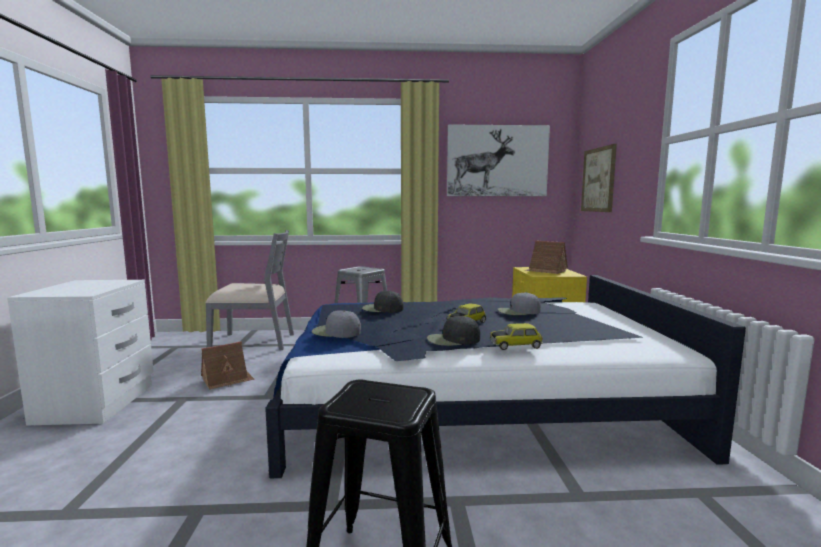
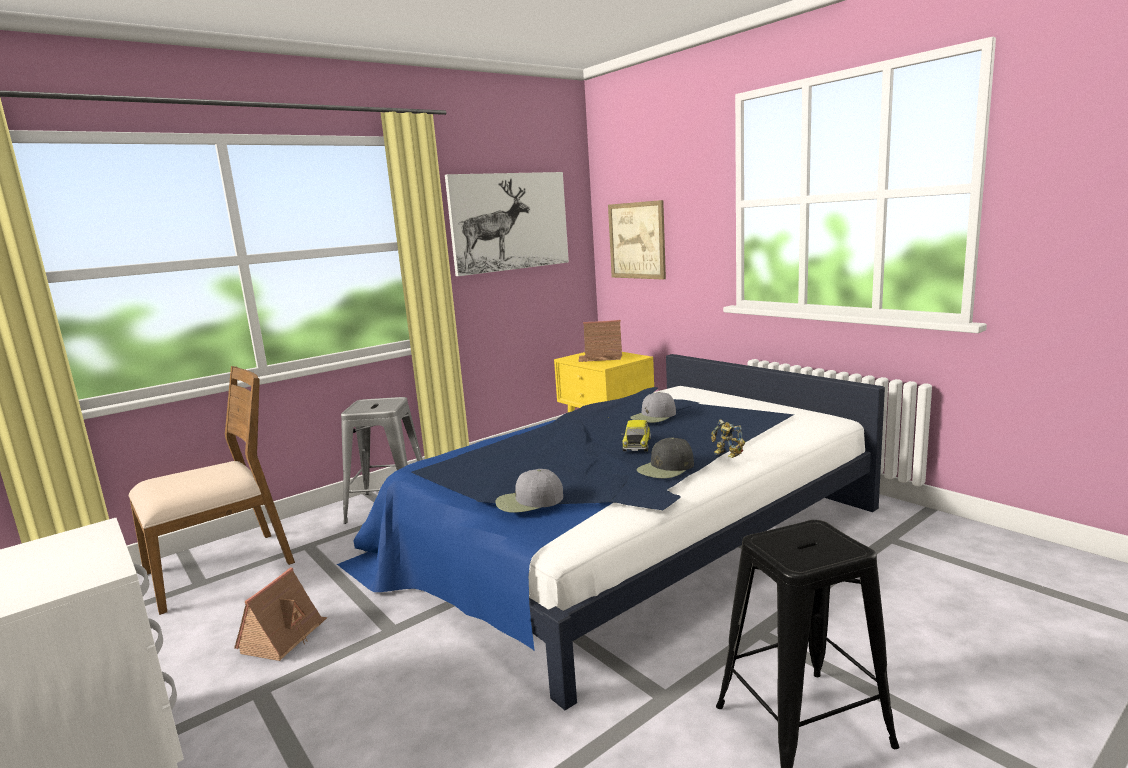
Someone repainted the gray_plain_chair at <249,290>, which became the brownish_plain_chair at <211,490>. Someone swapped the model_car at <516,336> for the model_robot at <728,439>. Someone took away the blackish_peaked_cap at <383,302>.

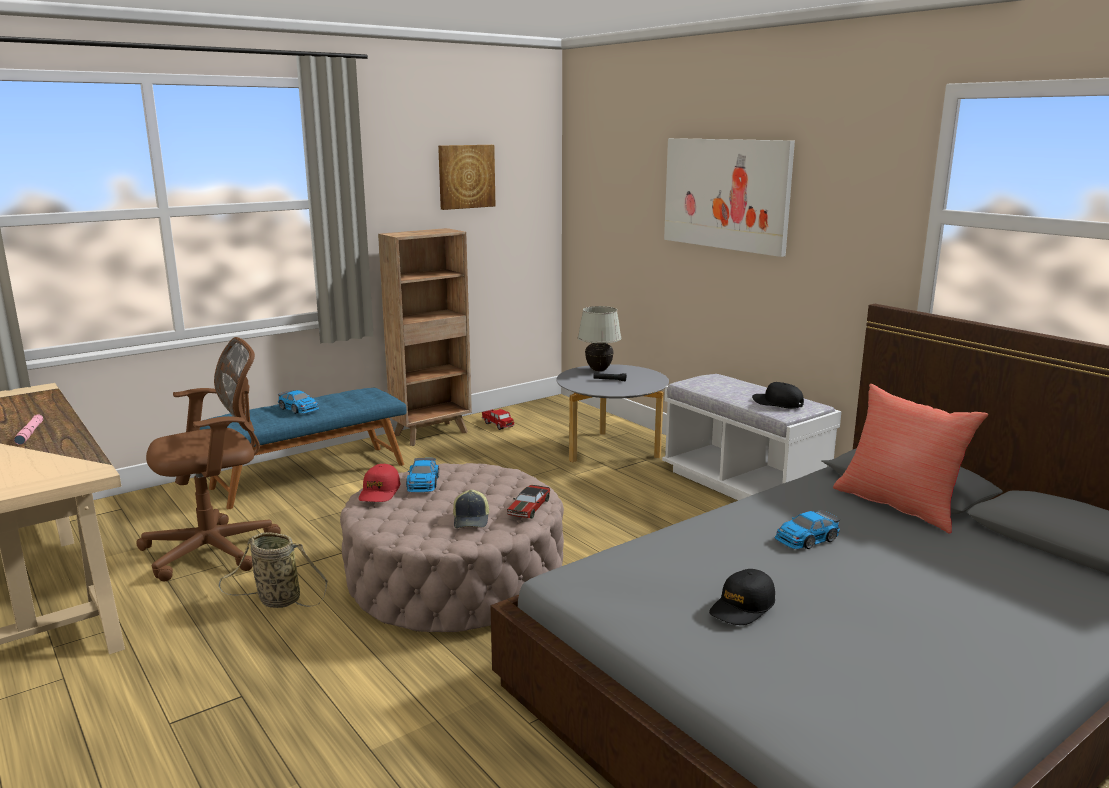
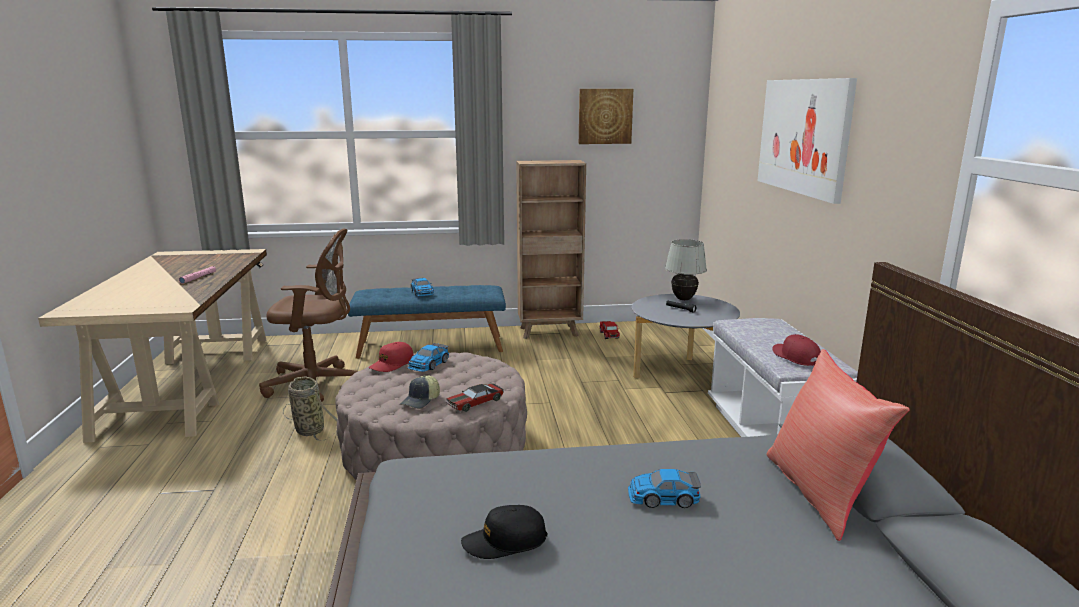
Someone repainted the blackish_peaked_cap at <778,395>, which became the reddish_peaked_cap at <797,350>.

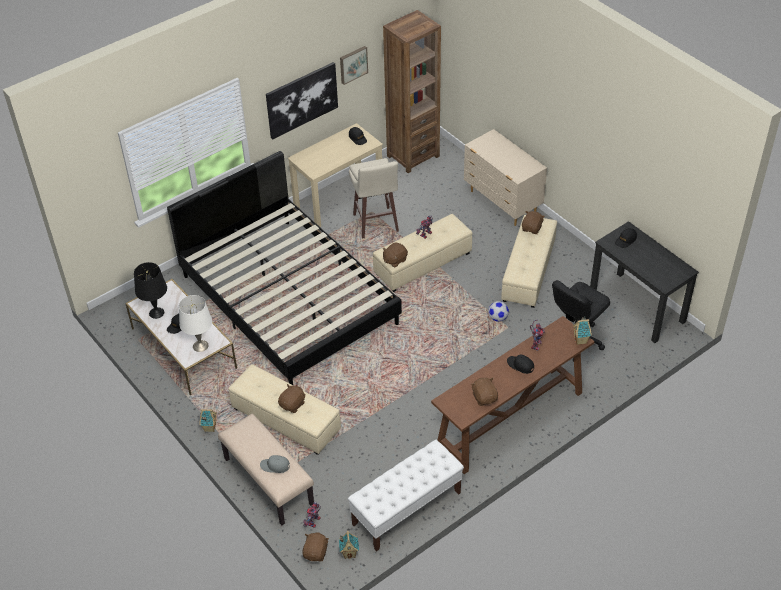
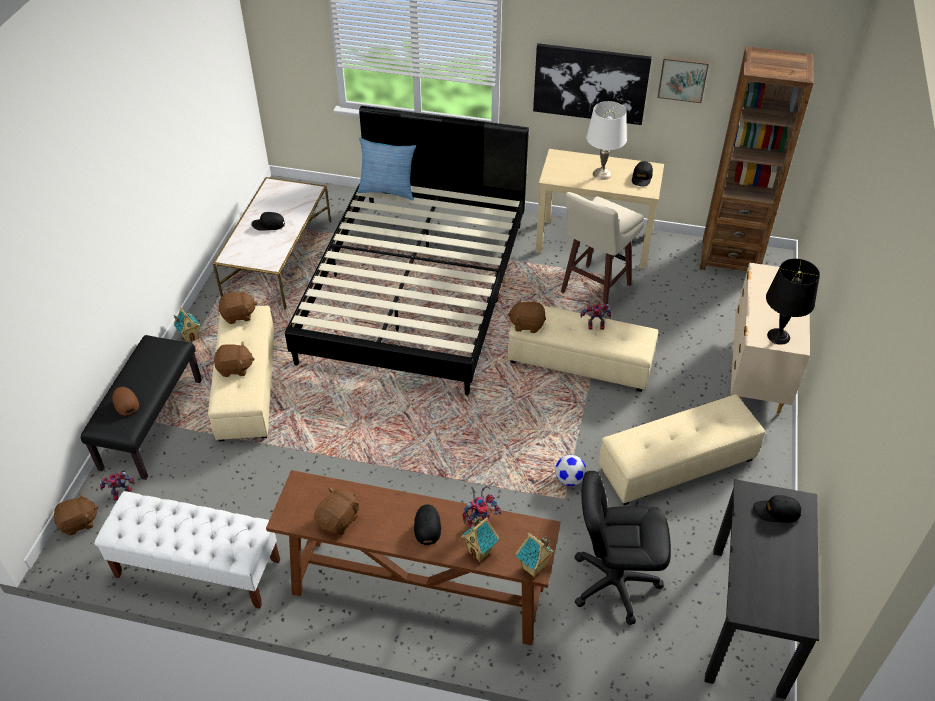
Someone repainted the beige_bench at <266,469>, which became the blackish_bench at <141,407>. Someone repainted the gray_peaked_cap at <275,464>, which became the brownish_peaked_cap at <125,401>. Someone carried the brownish_plush_toy from <533,222> to <238,306>. Someone put down the cushion at <386,169>. Someone carried the model_house from <349,545> to <480,538>. Someone carried the white-coloured_lamp_for_a_table from <195,323> to <606,140>. Someone carried the blackish_lamp_for_a_table from <150,290> to <793,302>.

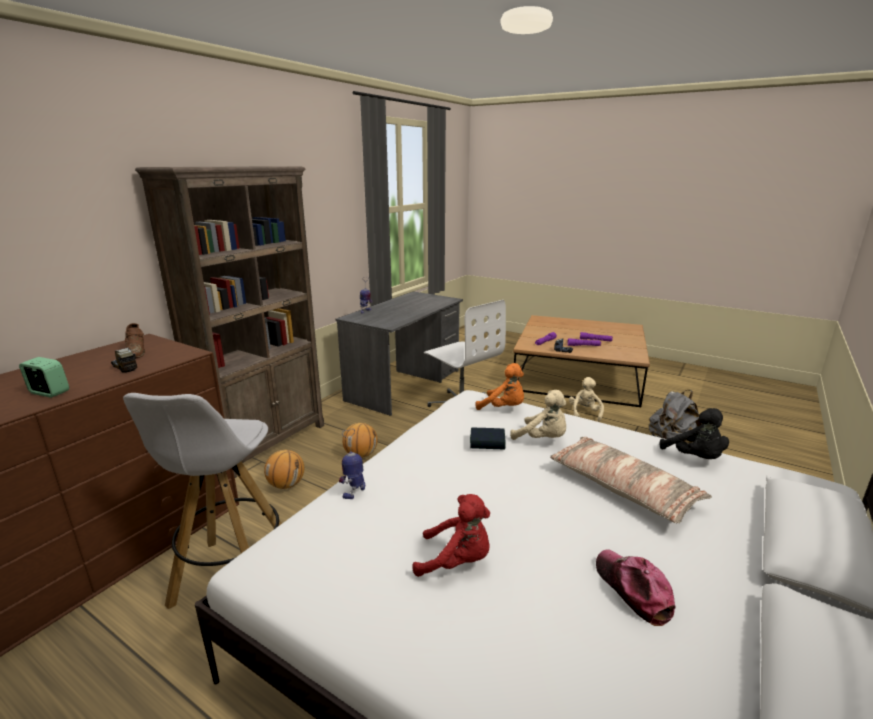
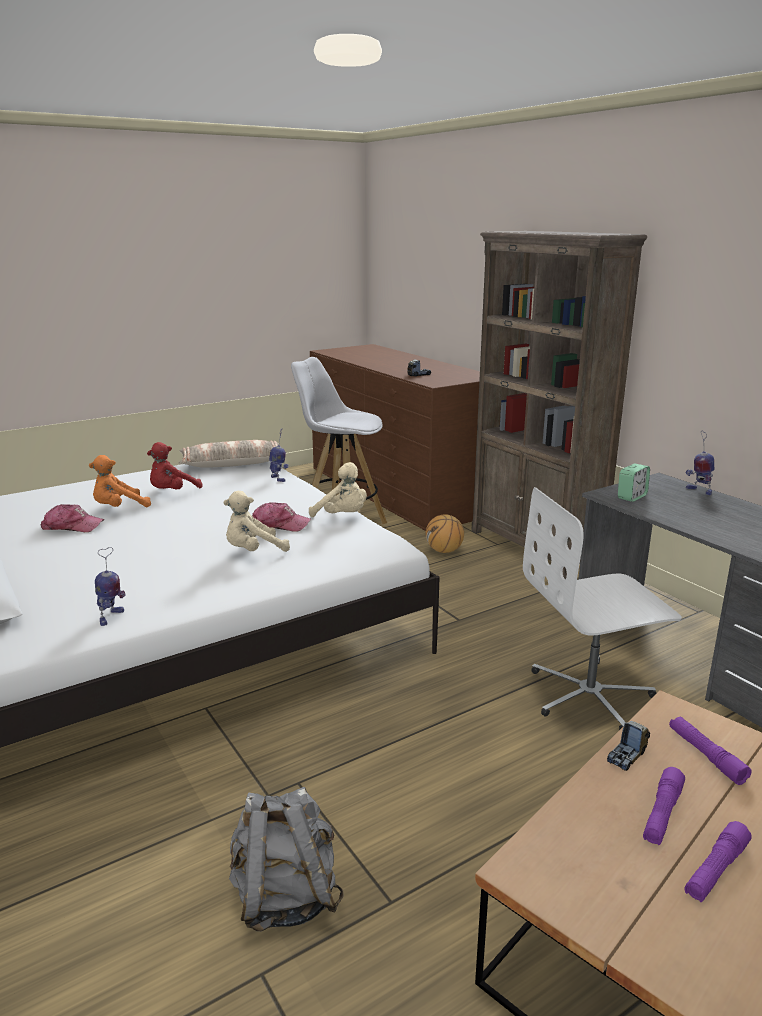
Someone carried the orange_plush_toy from <499,386> to <120,481>. Someone swapped the blackish_plush_toy at <694,433> for the model_robot at <110,586>. Someone carried the cushion from <631,480> to <229,454>. Someone swapped the bound_book at <488,439> for the peaked_cap at <281,517>. Someone carried the beige_plush_toy from <586,399> to <338,489>. Someone carried the alarm_clock from <44,377> to <634,483>. Someone took away the brownish_low_shoe at <135,340>. Someone took away the basketball at <360,440>.

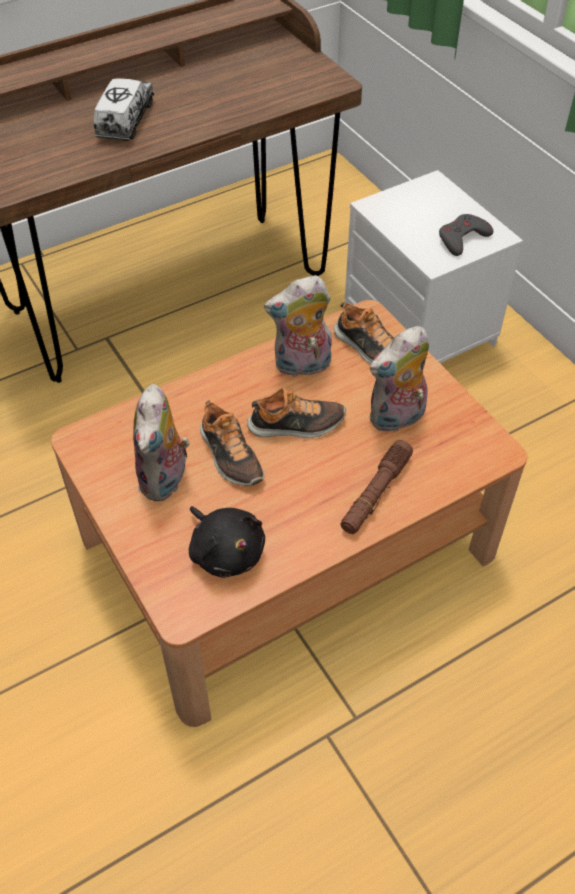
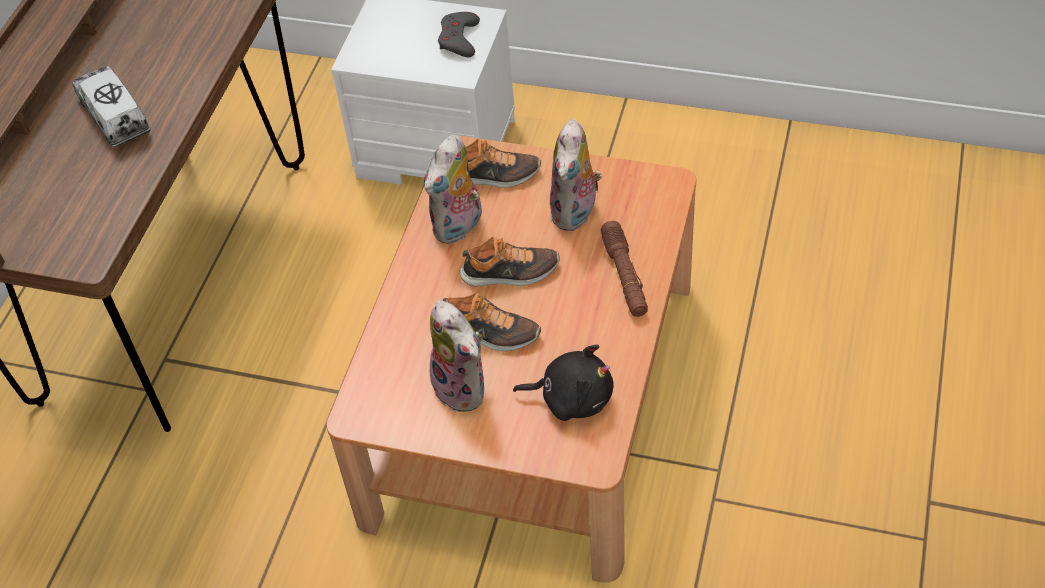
Someone rotated the low_shoe at <296,413> by 45 degrees clockwise.

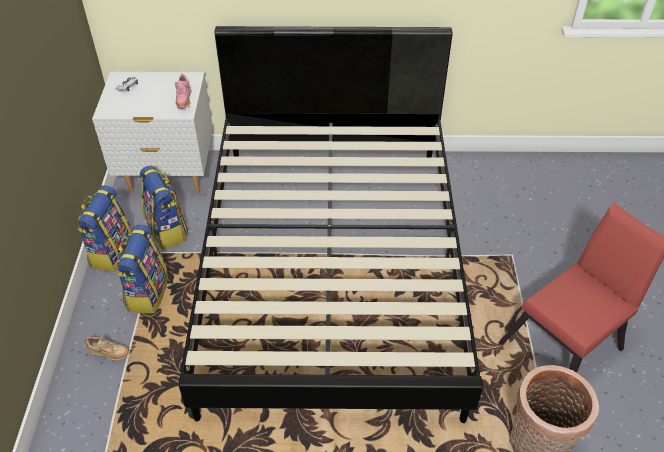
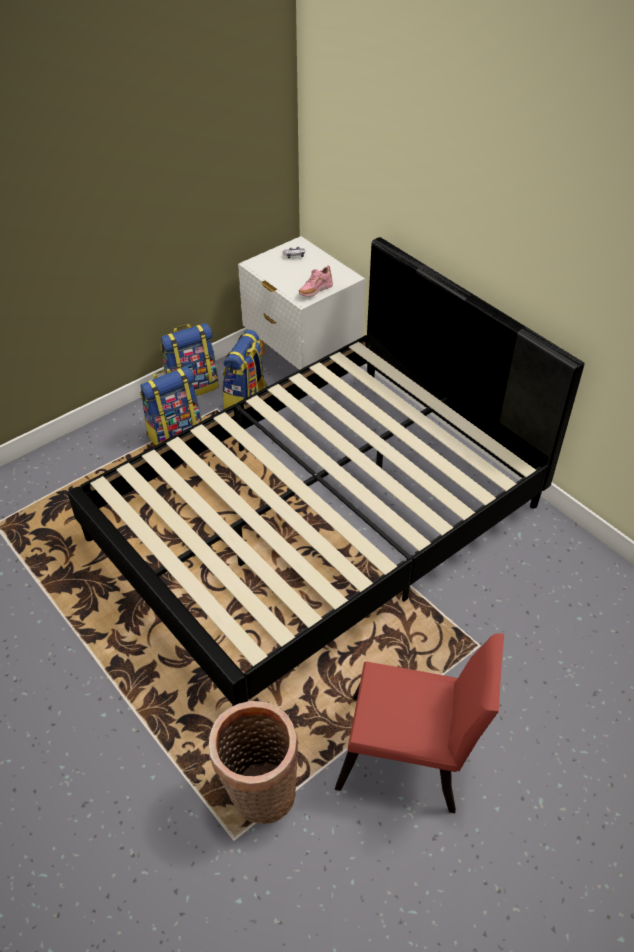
Someone took away the beige_low_shoe at <107,348>.

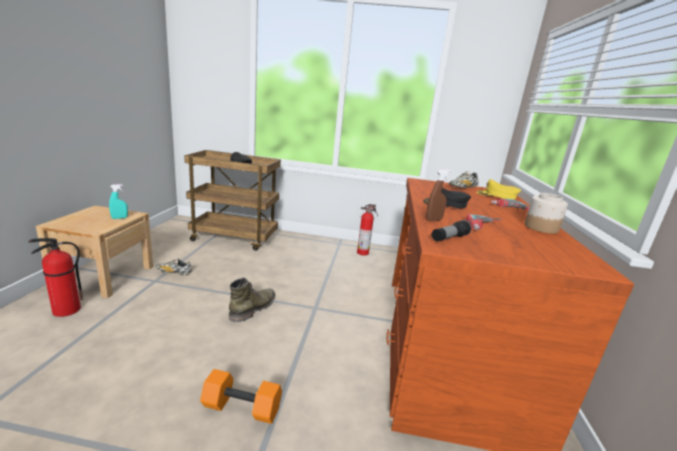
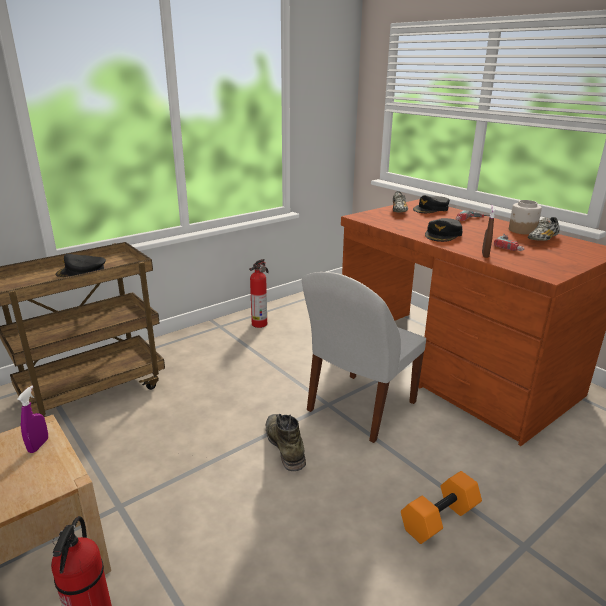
Someone repainted the turquoise_hand_sprayer at <118,201>, which became the purple_hand_sprayer at <32,419>. Someone put down the white-coloured_plain_chair at <364,357>. Someone repainted the yellow_peaked_cap at <499,189>, which became the blackish_peaked_cap at <431,204>. Someone carried the low_shoe from <174,267> to <544,229>. Someone took away the flashlight at <451,230>.

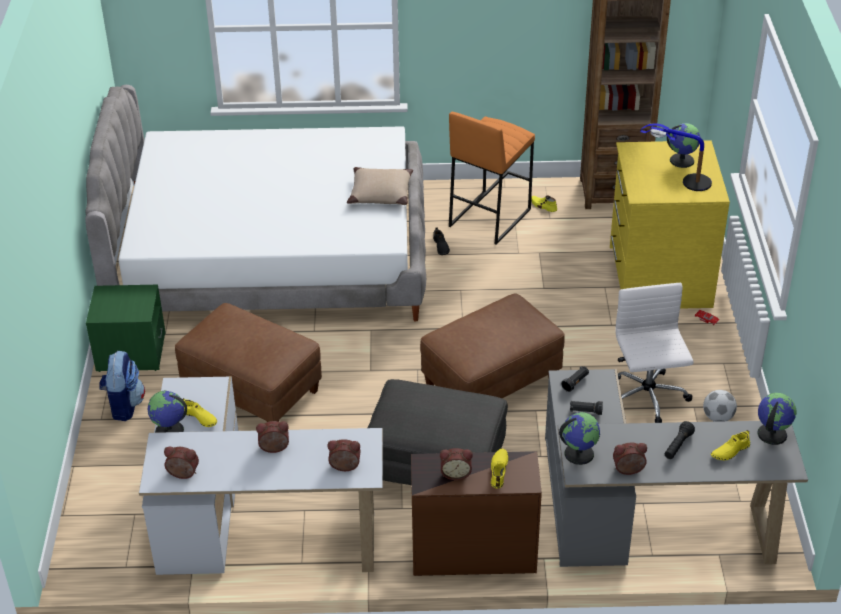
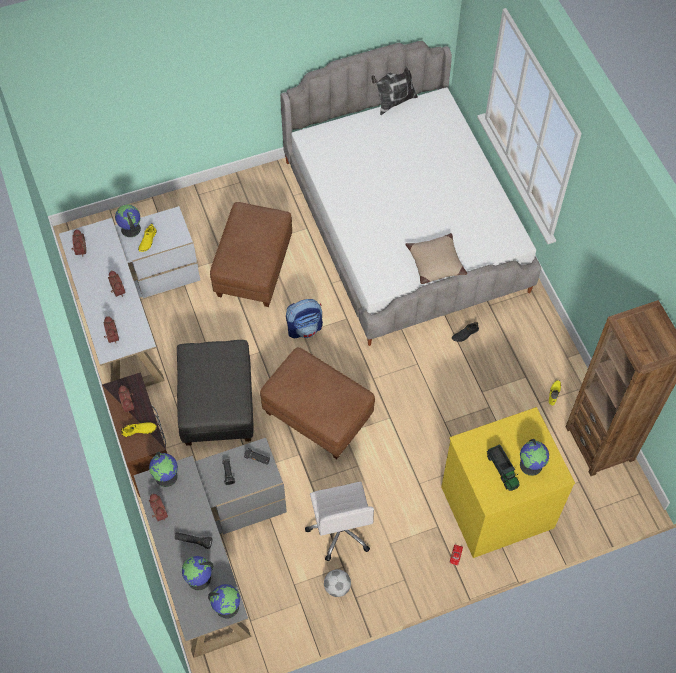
Someone swapped the yellow_low_shoe at <730,445> for the globe at <197,573>. Someone carried the rucksack from <122,386> to <304,318>. Someone rotated the white-coloured_computer_chair at <654,353> by 105 degrees clockwise. Someone put down the cushion at <394,90>. Someone swapped the lamp_for_a_table at <676,157> for the toy_truck at <503,467>. Someone took away the green-coloured_bedside_table at <126,328>. Someone took away the orange_sitting_stool at <492,178>.

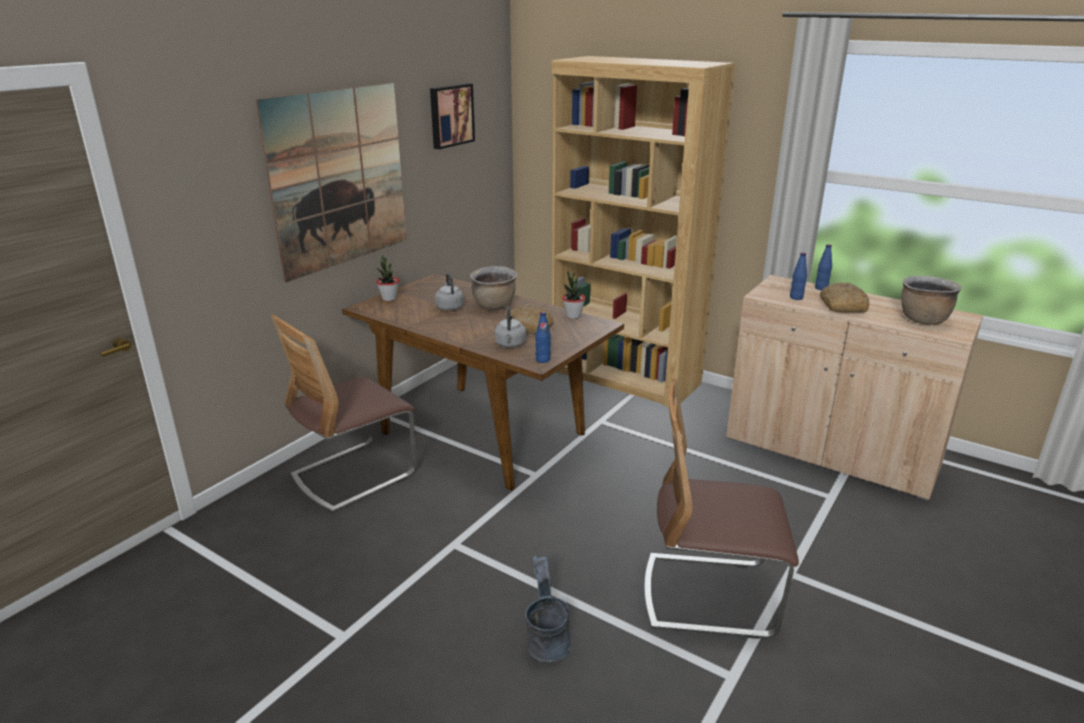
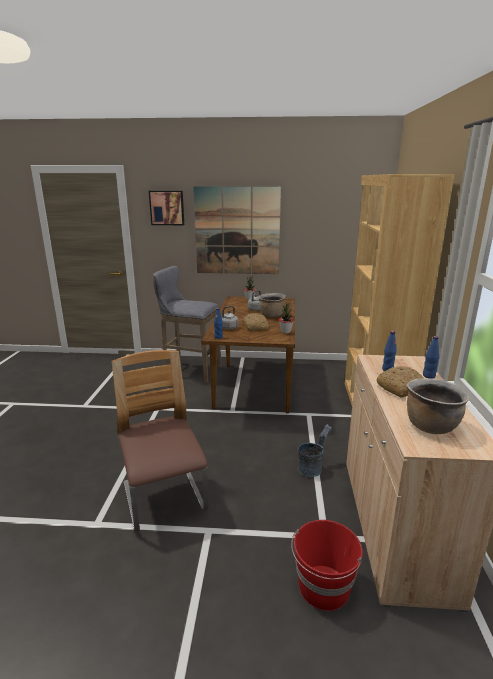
Someone carried the wall_art from <452,116> to <166,208>. Someone swapped the plain_chair at <343,413> for the gray_sitting_stool at <187,324>. Someone put down the reddish_water_bucket at <327,565>. Someone carried the gray_water_bucket from <548,609> to <315,450>.

